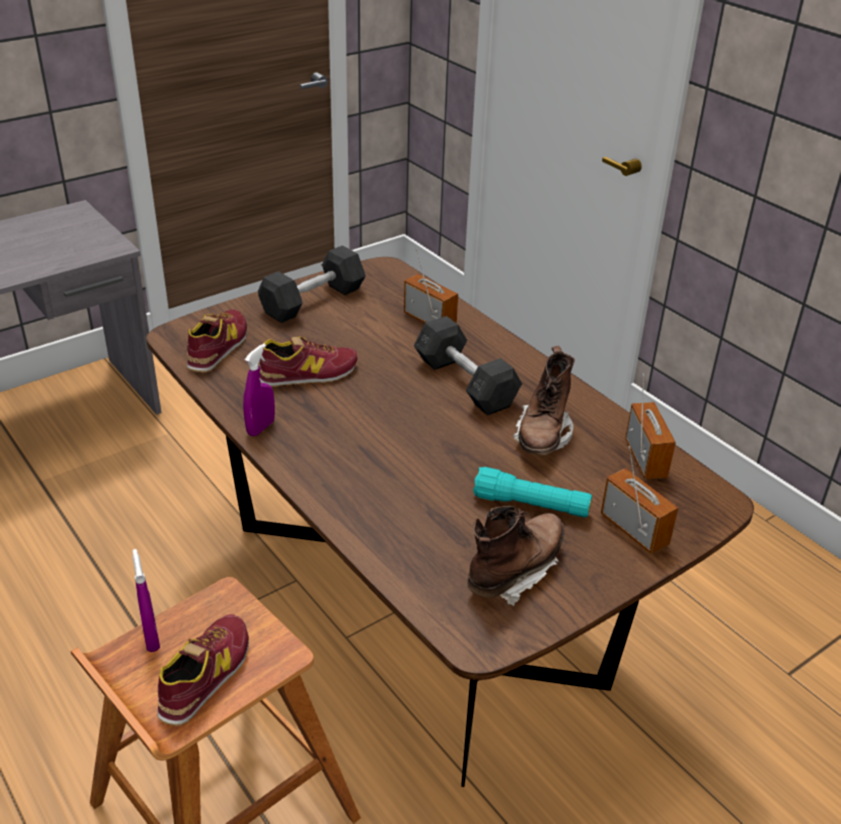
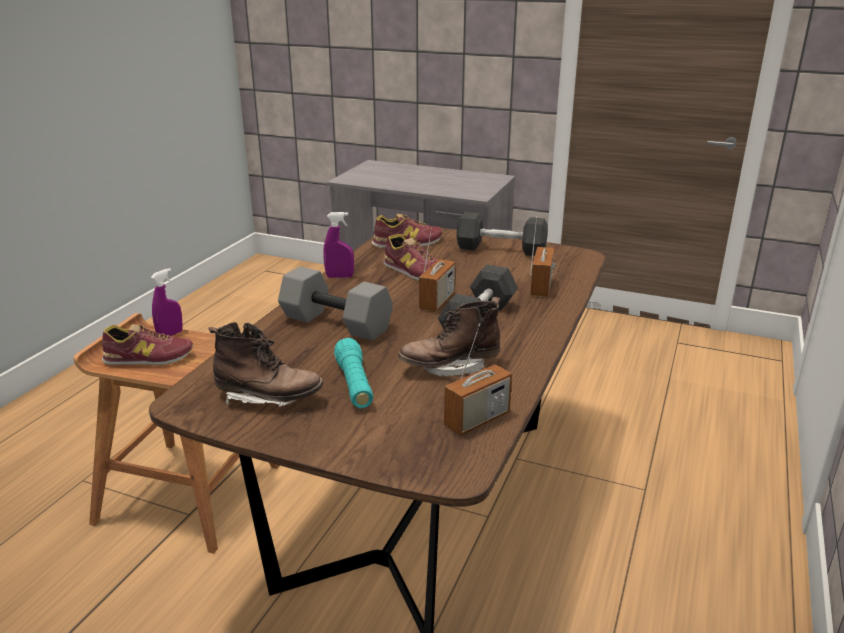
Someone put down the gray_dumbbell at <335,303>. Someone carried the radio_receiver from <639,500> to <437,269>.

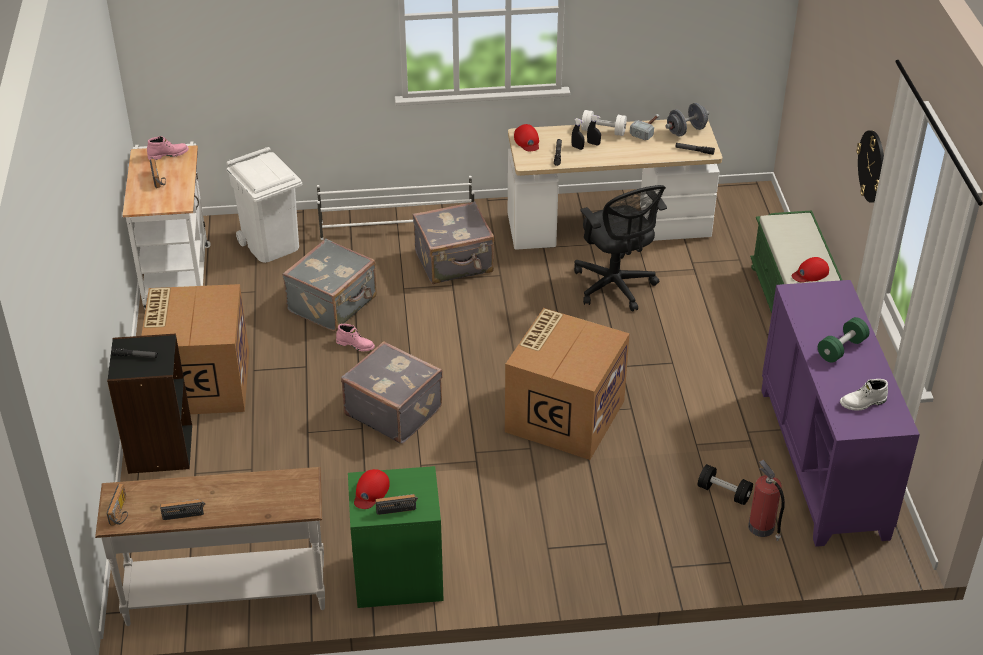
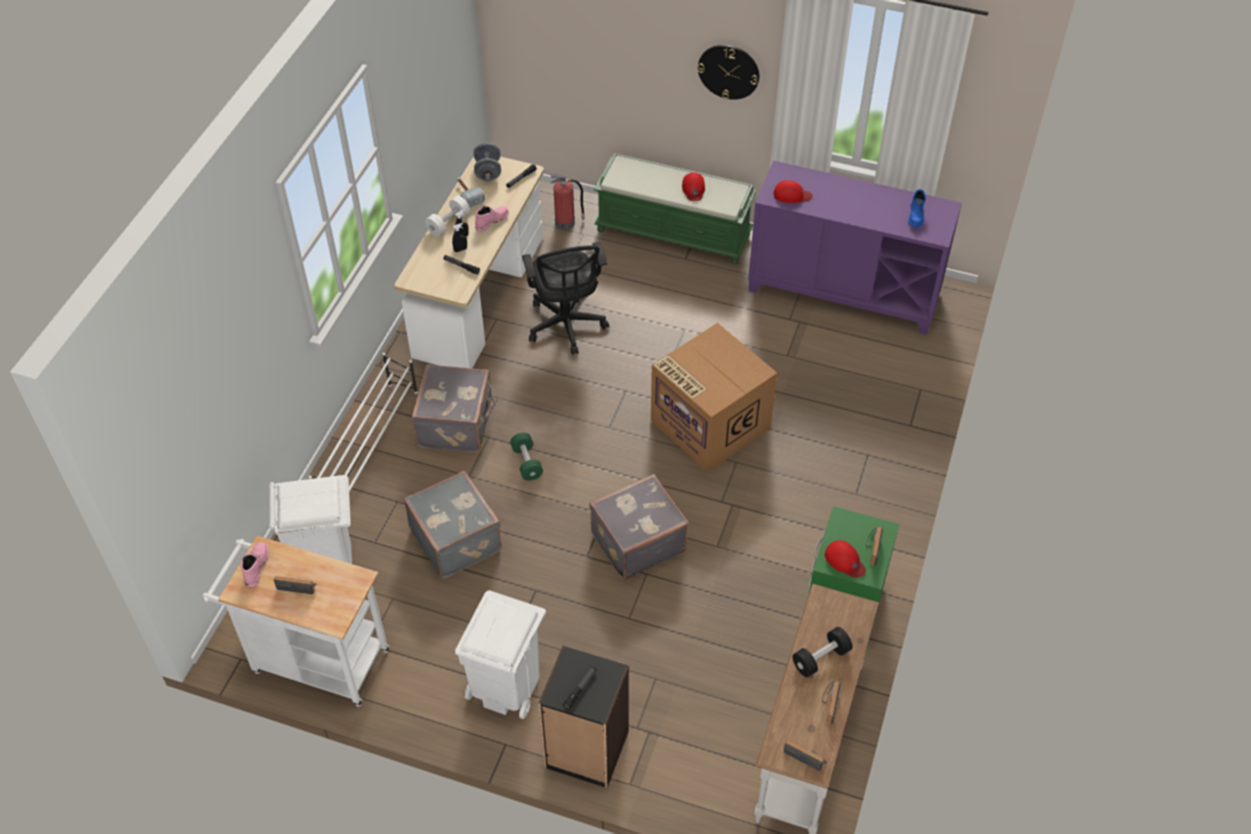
Someone swapped the packing_box at <195,349> for the white-coloured_waste_bin at <500,654>. Someone carried the pinkish_boot from <355,338> to <492,219>. Someone carried the green-coloured_dumbbell from <843,340> to <526,456>. Someone rotated the blackish_computer_chair at <620,248> by 75 degrees clockwise. Someone carried the fire-fighting_cylinder from <766,500> to <567,201>. Someone carried the reddish_peaked_cap from <526,137> to <793,191>. Someone carried the blackish_dumbbell from <725,484> to <822,652>. Someone repainted the white-coloured_boot at <864,395>, which became the blue_boot at <917,208>.

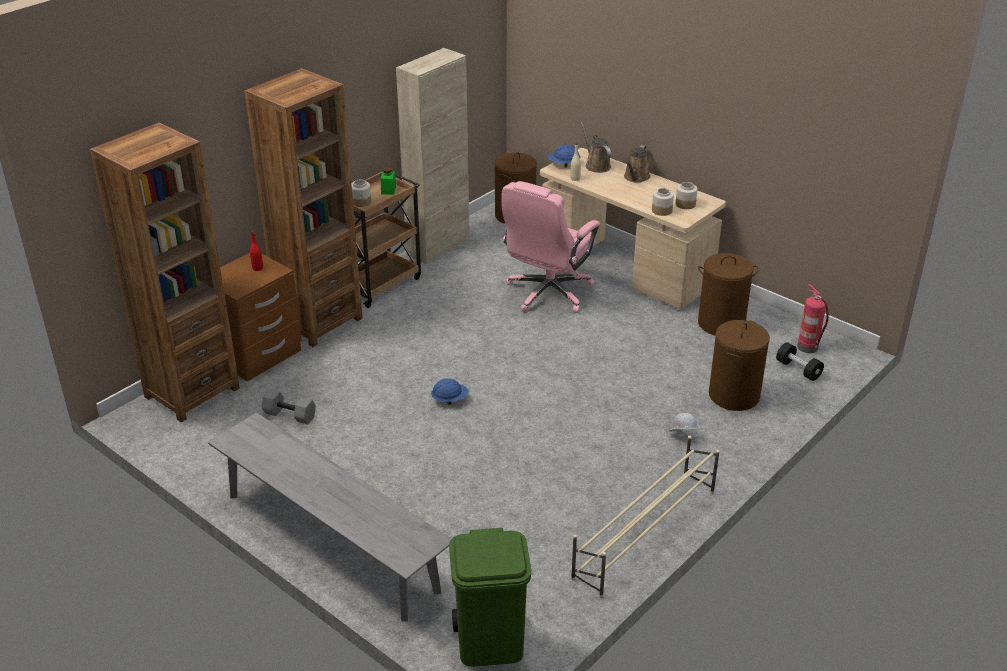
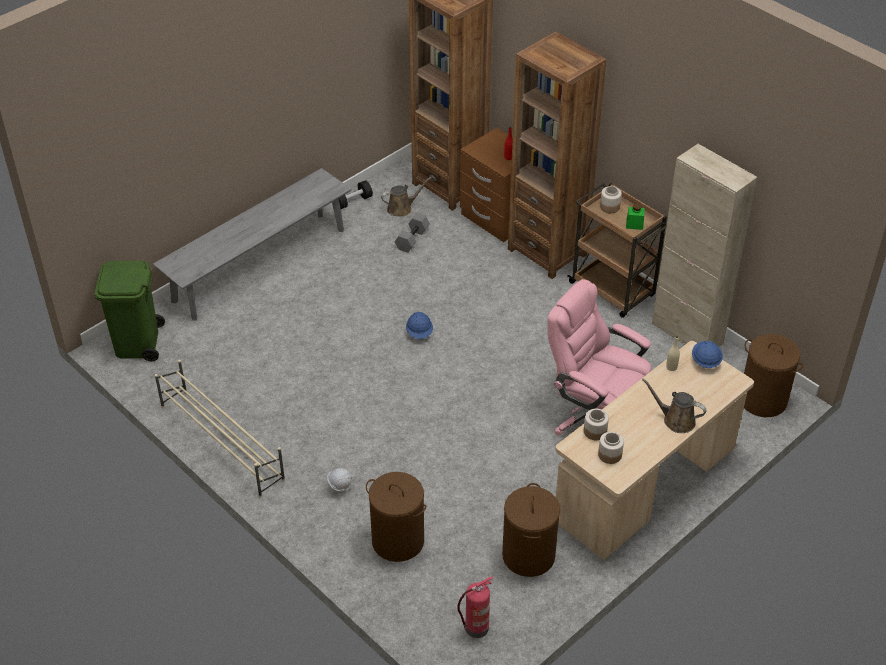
Someone carried the blackish_dumbbell from <800,361> to <356,194>. Someone carried the brownish_watering_can from <596,147> to <406,197>.

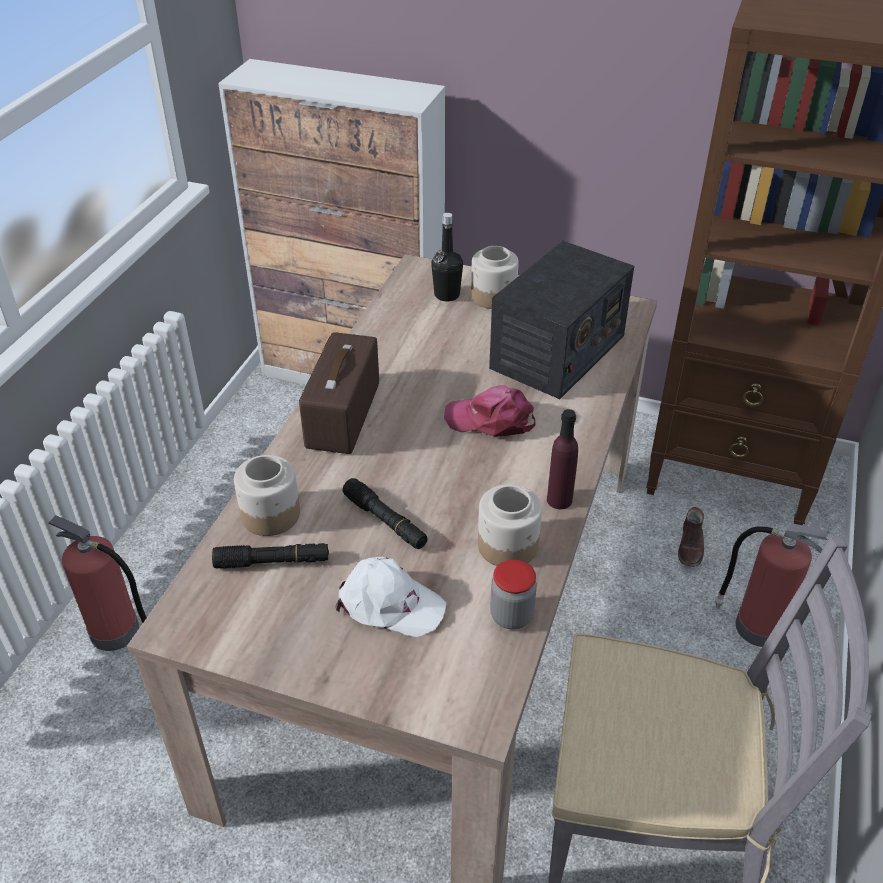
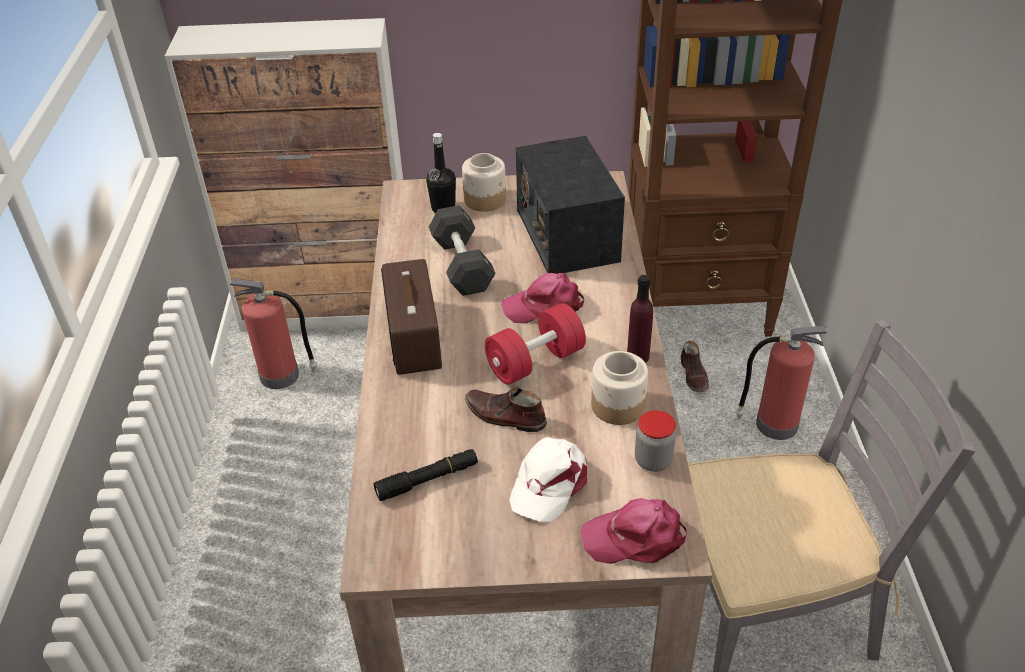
Someone carried the fire-fighting_cylinder from <97,583> to <273,333>. Someone put down the blackish_dumbbell at <462,250>. Someone swapped the blackish_flashlight at <385,513> for the brownish_low_shoe at <506,409>. Someone put down the reddish_dumbbell at <535,344>. Someone rotated the white-coloured_peaked_cap at <391,597> by 120 degrees clockwise. Someone rotated the radio_receiver at <561,320> by 150 degrees clockwise. Someone put down the pinkish_peaked_cap at <633,531>. Someone took away the preserve_jar at <267,495>.

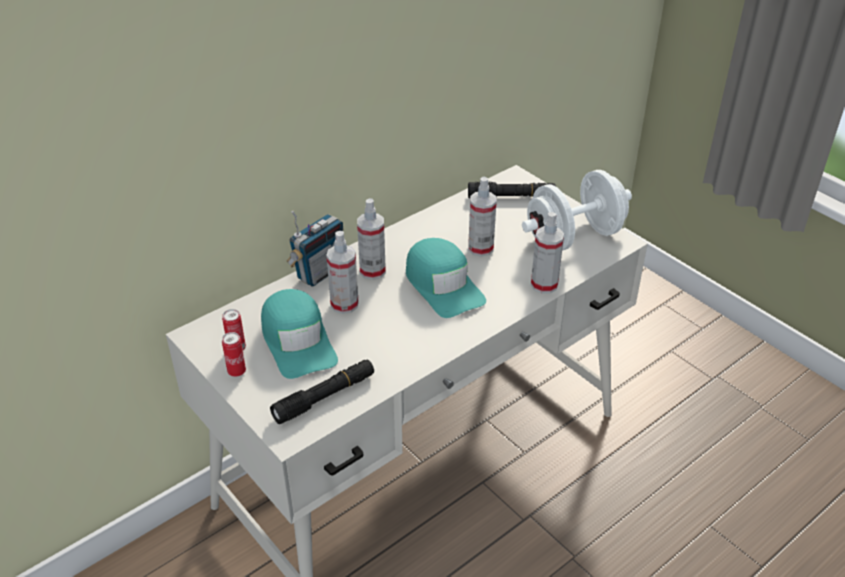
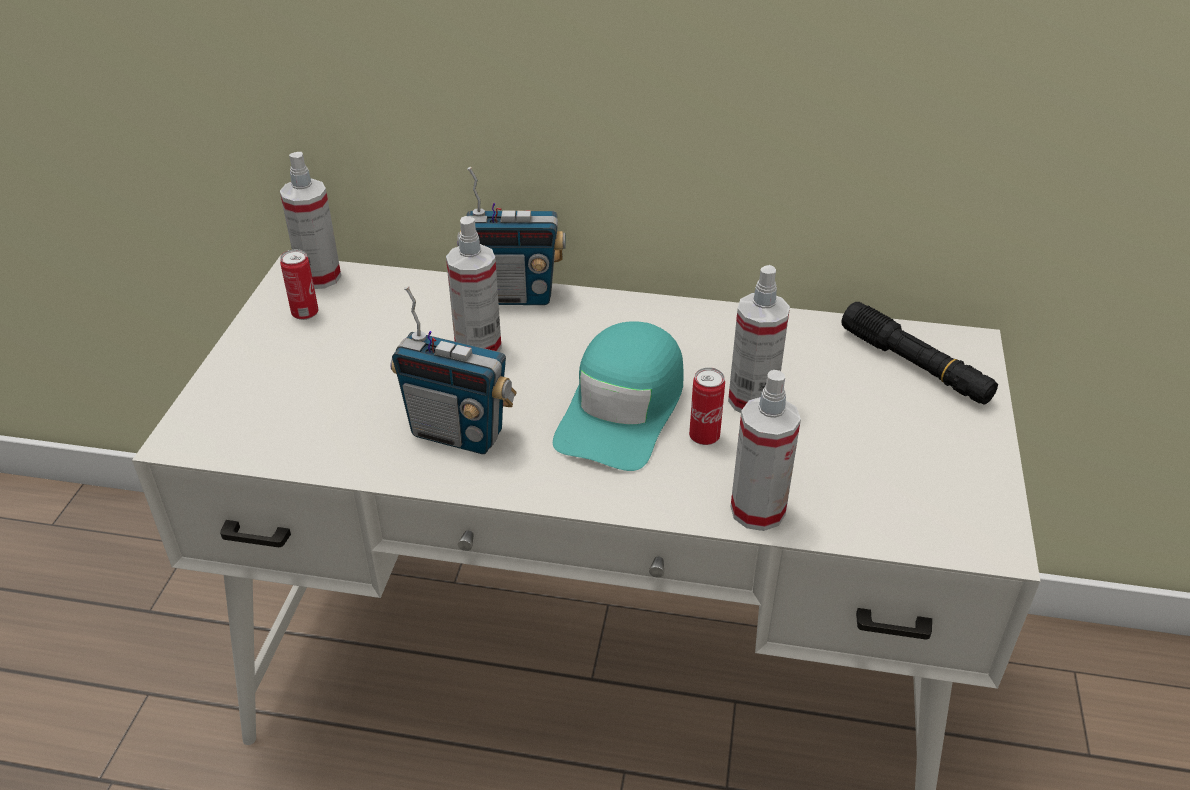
Someone carried the hand_sprayer from <371,239> to <310,220>. Someone put down the radio_receiver at <453,370>. Someone carried the can from <234,354> to <707,406>. Someone took away the turquoise_peaked_cap at <299,334>. Someone took away the blackish_flashlight at <322,392>. Someone took away the white-coloured_dumbbell at <577,210>.

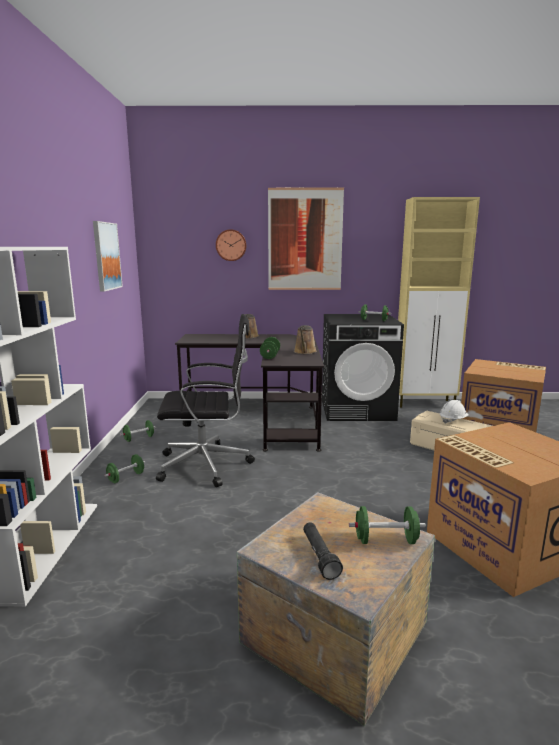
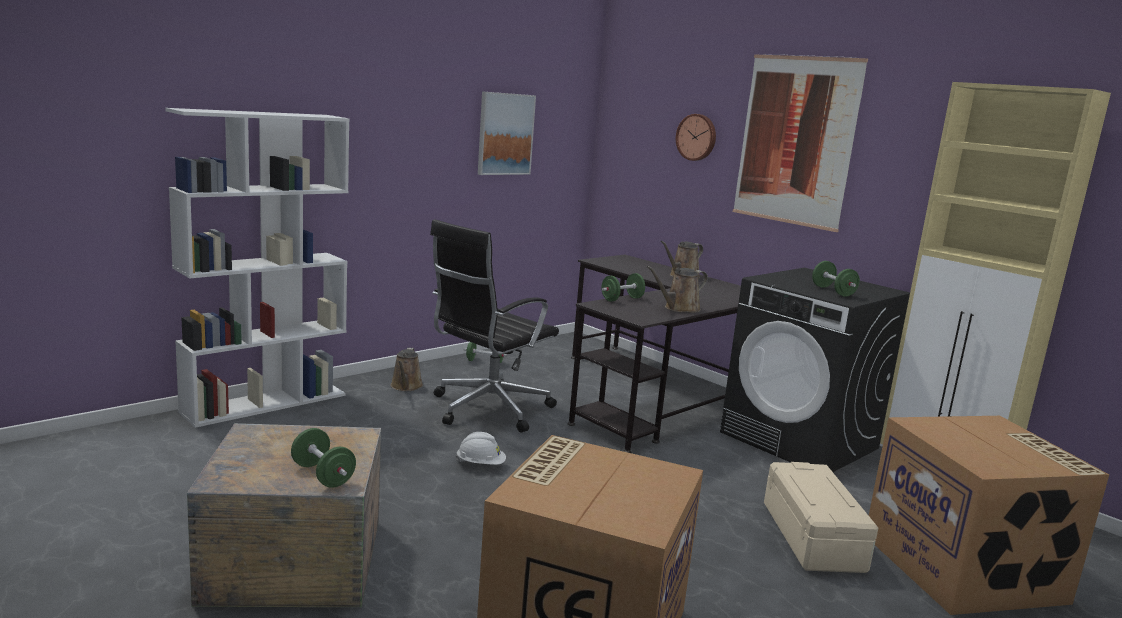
Someone swapped the green-coloured_dumbbell at <124,468> for the brownish_watering_can at <406,369>. Someone rotated the blackish_computer_chair at <205,400> by 90 degrees clockwise. Someone carried the white-coloured_hard_hat from <454,411> to <481,448>. Someone took away the blackish_flashlight at <323,551>.

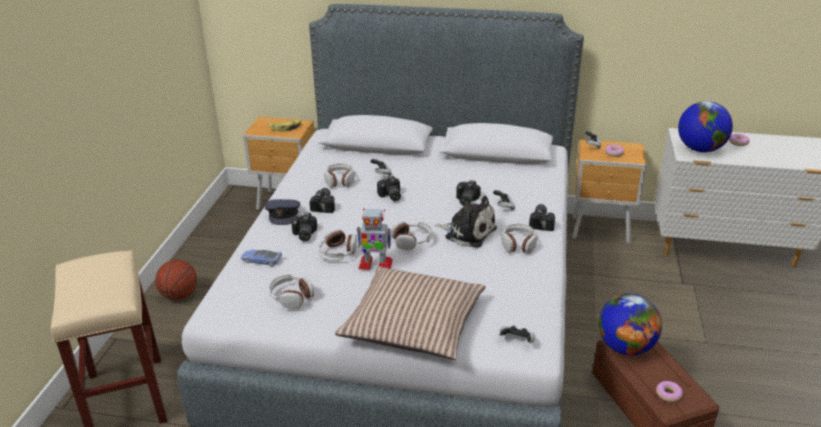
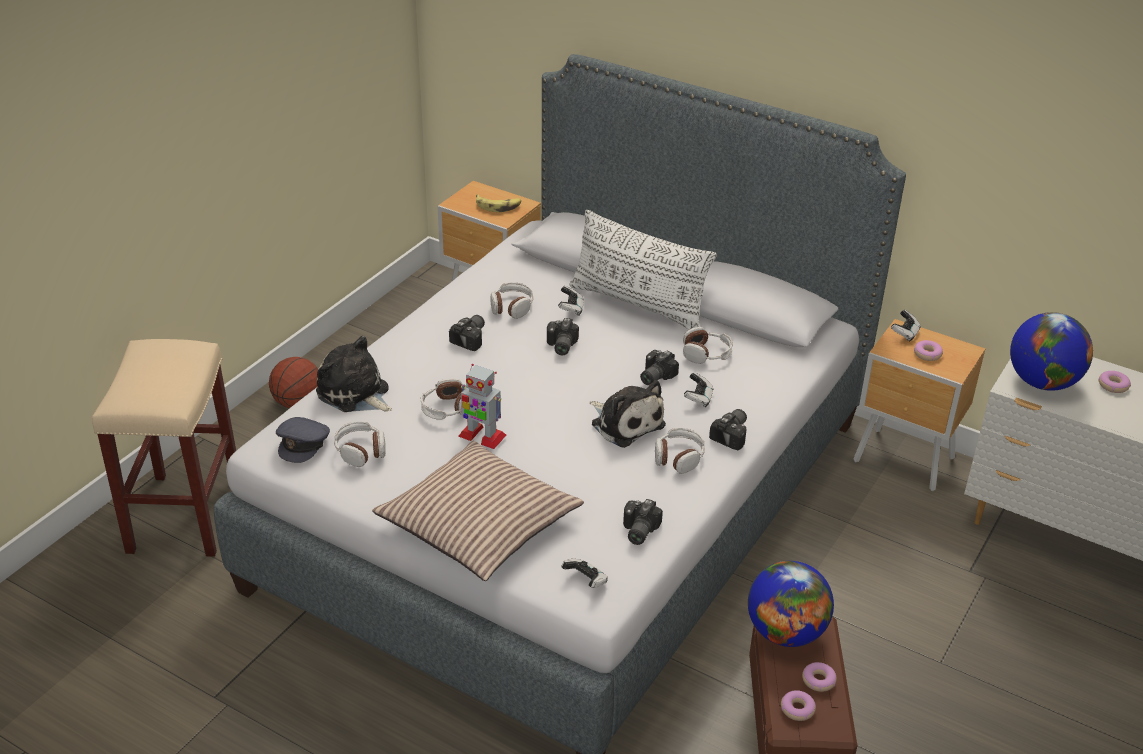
Someone carried the gray_peaked_cap from <282,212> to <303,440>. Someone swapped the model_car at <261,257> for the plush_toy at <354,374>. Someone put down the white-coloured_cushion at <643,270>. Someone carried the photo_camera from <304,227> to <643,522>. Someone carried the headset from <411,235> to <708,345>. Someone put down the donut at <819,677>.

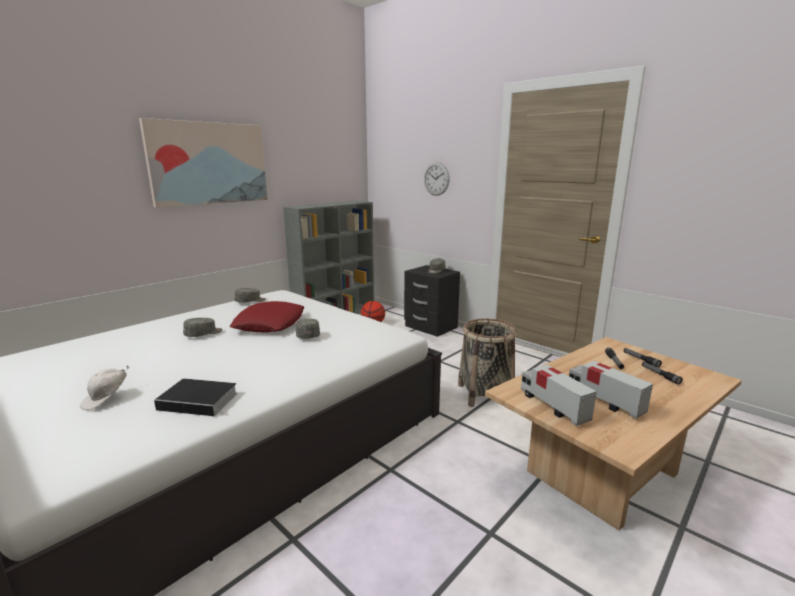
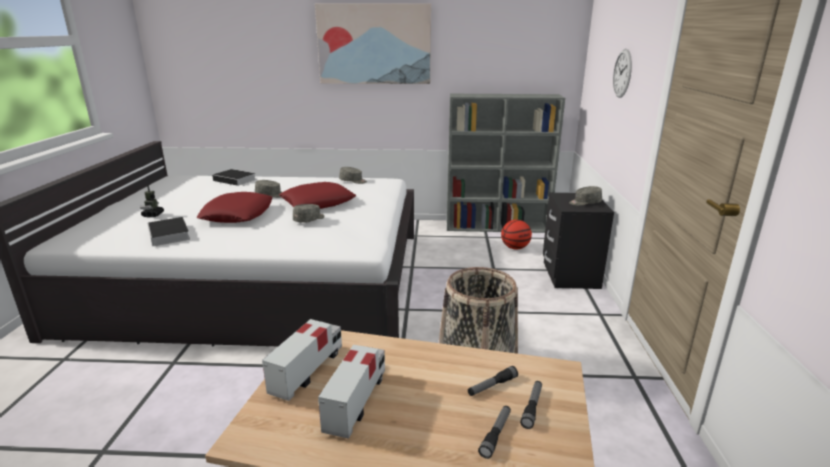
Someone swapped the white-coloured_peaked_cap at <104,387> for the model_robot at <152,201>. Someone put down the reddish_cushion at <235,207>. Someone put down the bound_book at <234,177>.

